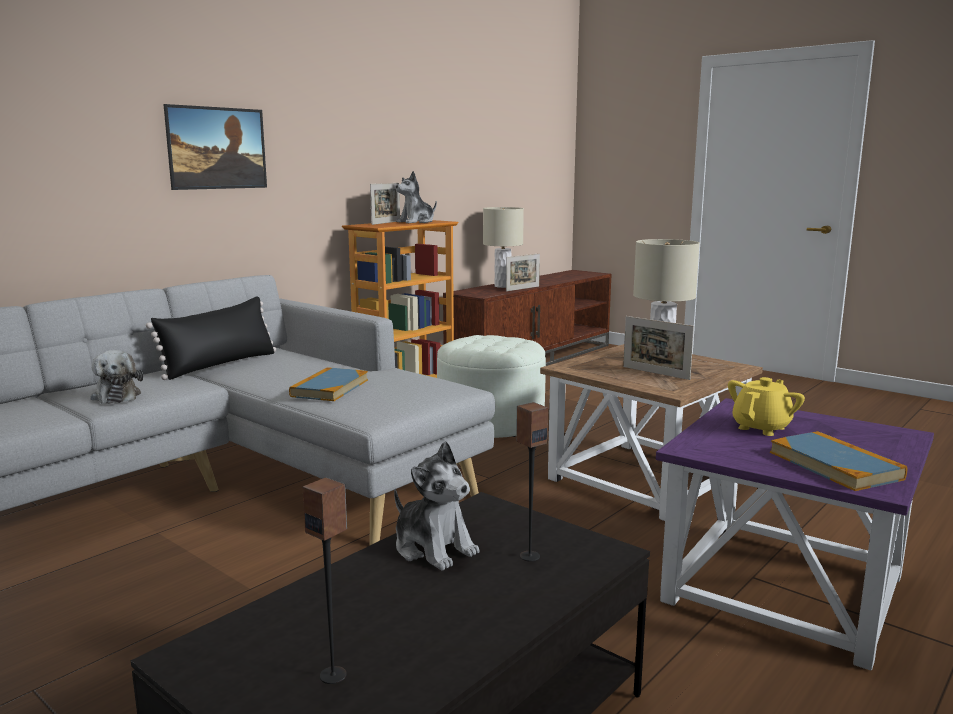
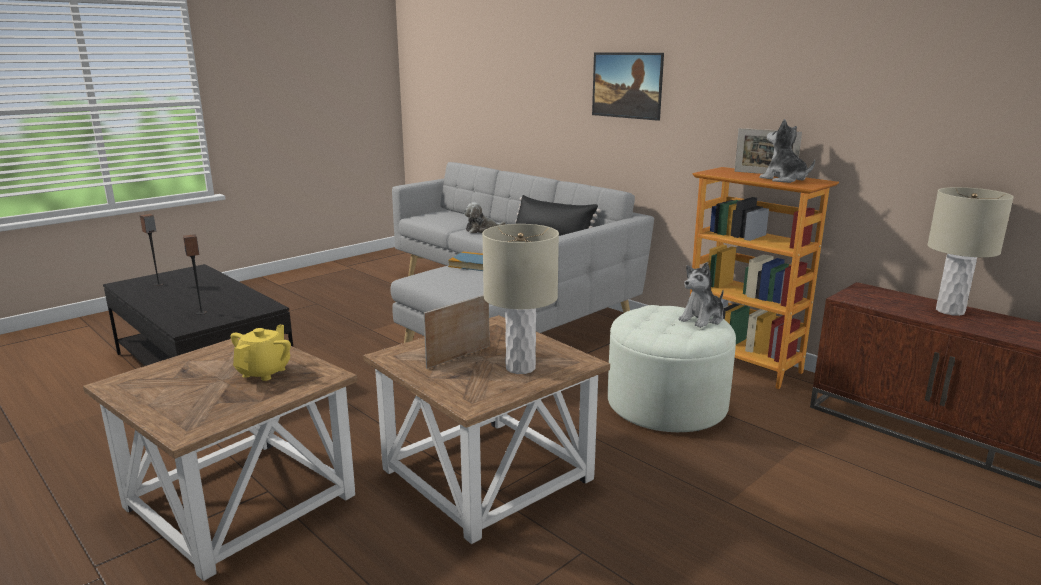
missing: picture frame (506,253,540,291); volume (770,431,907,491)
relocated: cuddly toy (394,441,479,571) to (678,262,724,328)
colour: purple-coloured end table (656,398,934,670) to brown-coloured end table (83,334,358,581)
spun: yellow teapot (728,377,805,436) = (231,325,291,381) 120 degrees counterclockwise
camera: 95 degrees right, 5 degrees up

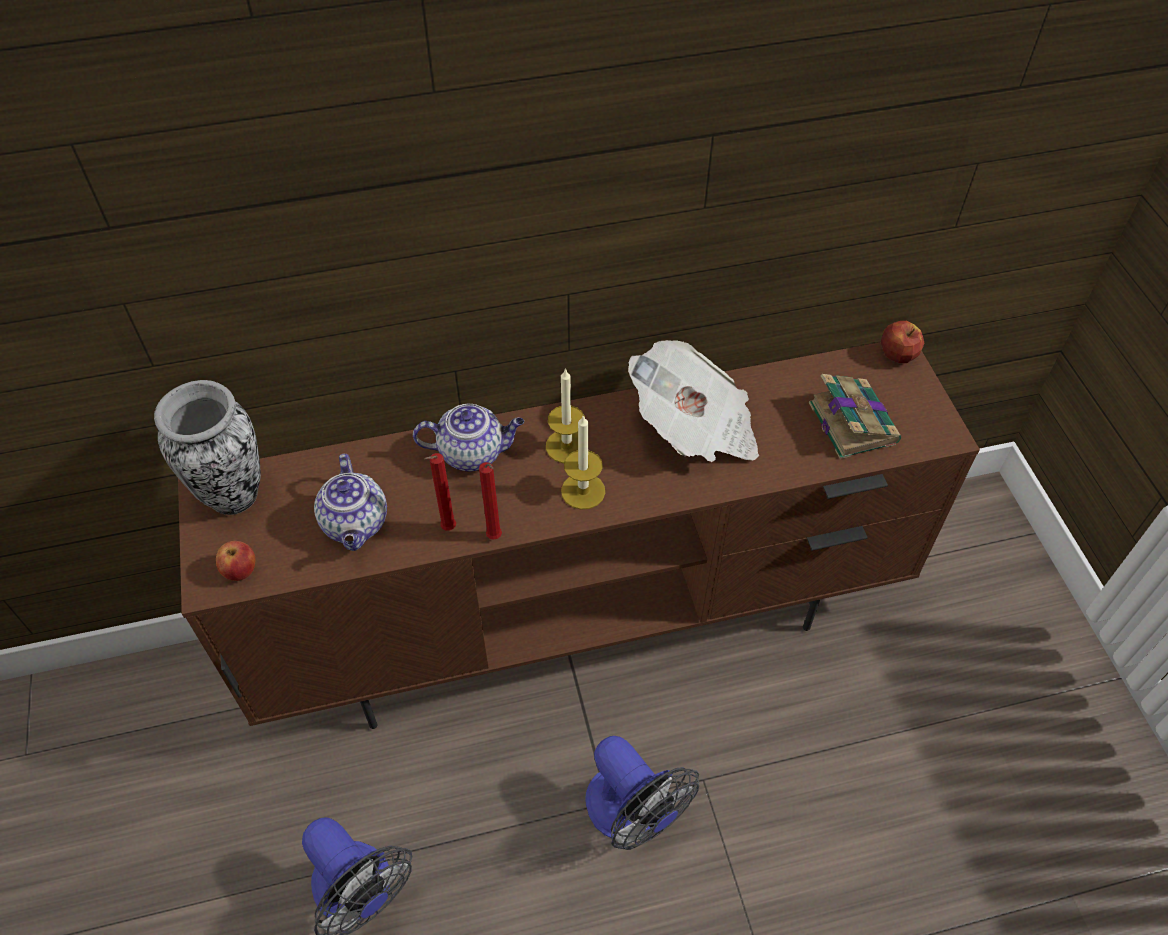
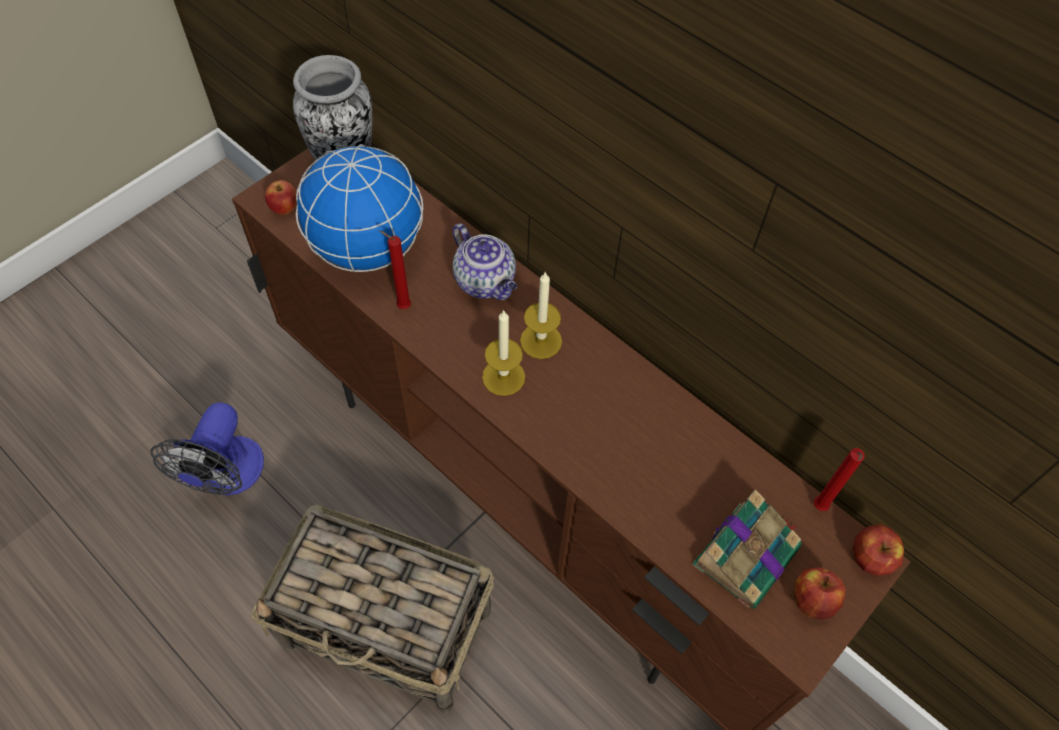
missing: daily paper (628,340,759,462)
appeared: apple fruit (794,567,846,620)
relocated: red candle (479,462,502,540) to (814,448,865,511)
exchanged: teapot (314,454,387,551) to globe (296,144,423,272); fan (585,736,699,850) to storage basket (252,504,494,713)
camera: 55 degrees right, 5 degrees up

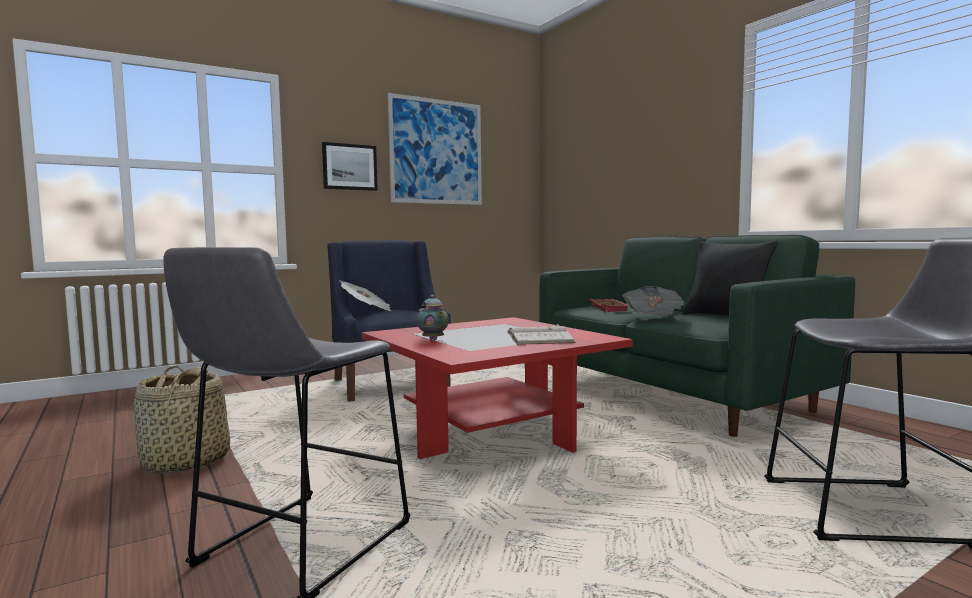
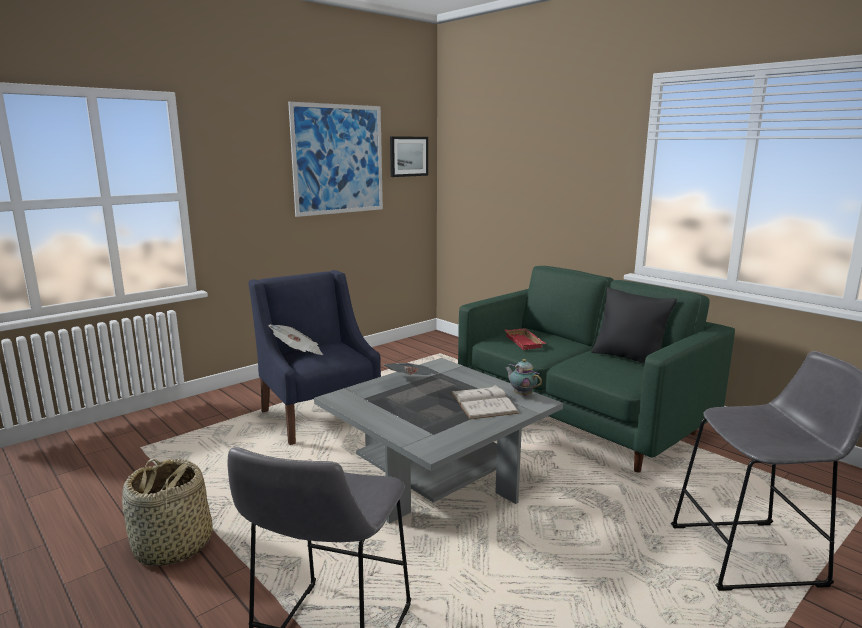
relocated: wall art (322,142,377,191) to (390,136,428,177); daily paper (622,286,685,315) to (382,363,438,375); teapot (417,295,449,341) to (505,359,542,396)
colour: red lounge table (362,317,633,459) to grey lounge table (314,358,563,524)
camera: 10 degrees left, 10 degrees up

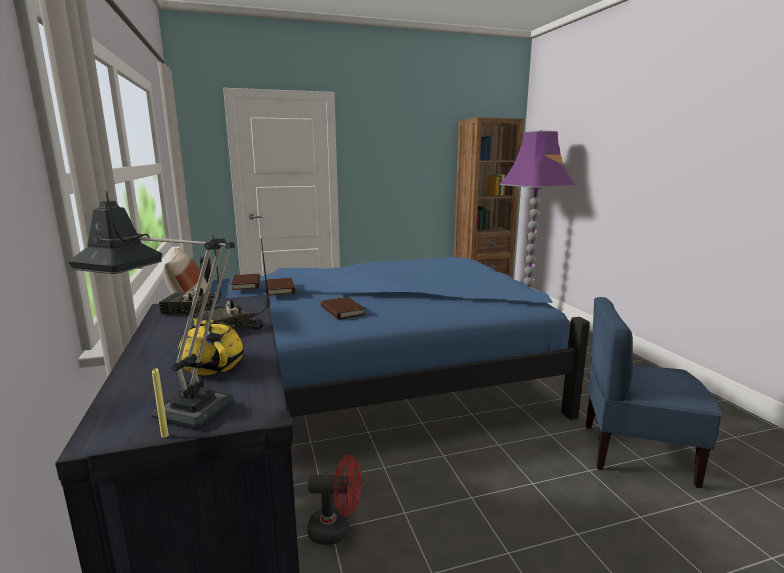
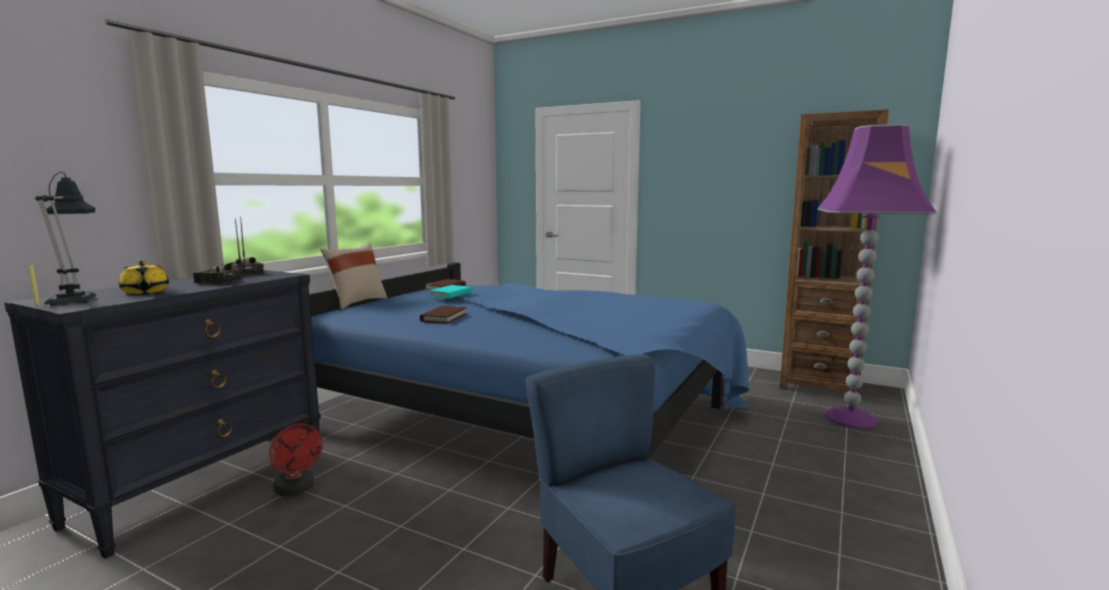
colour: brown-coloured volume (267,278,296,296) to turquoise volume (428,285,472,299)
spun: yellow teapot (177,316,244,375) = (119,260,169,294) 135 degrees clockwise
camera: 45 degrees right, 5 degrees down

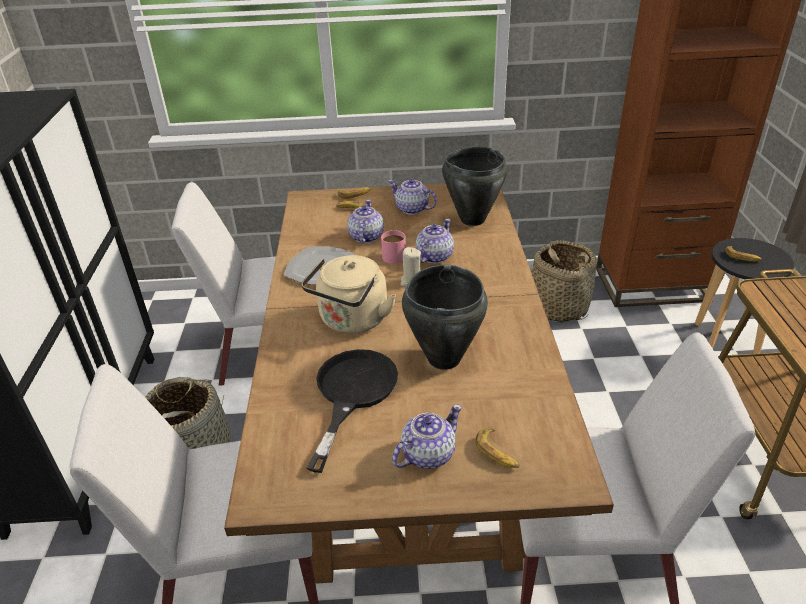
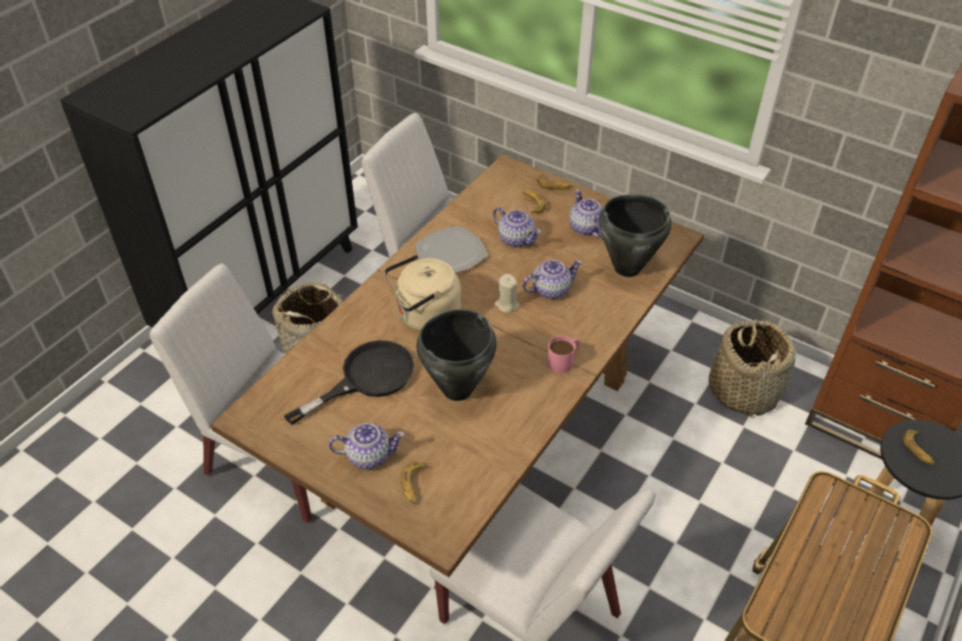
relocated: pink tea mug (381,230,406,264) to (547,336,580,373)
spun: teapot (347,200,384,244) = (493,207,541,247) 90 degrees clockwise
camera: 35 degrees right, 10 degrees up

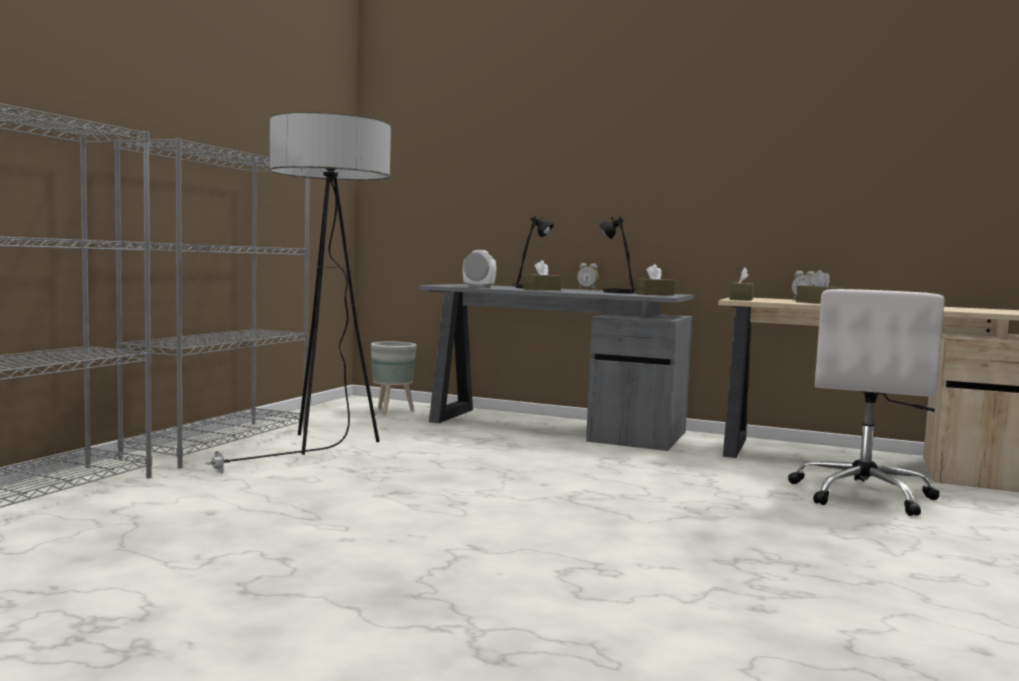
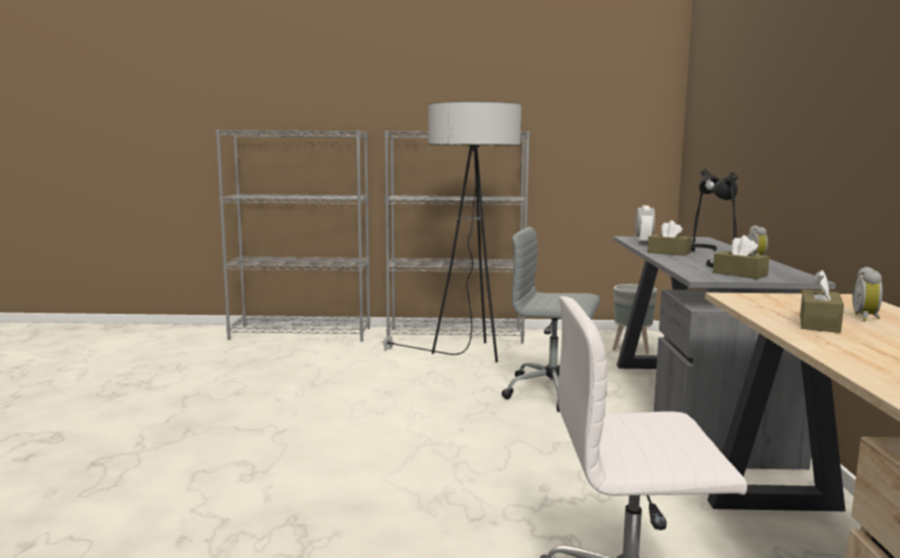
missing: brown-coloured tissue box (729,268,754,301)
appeared: grey desk chair (502,227,607,412)
camera: 70 degrees right, 5 degrees up

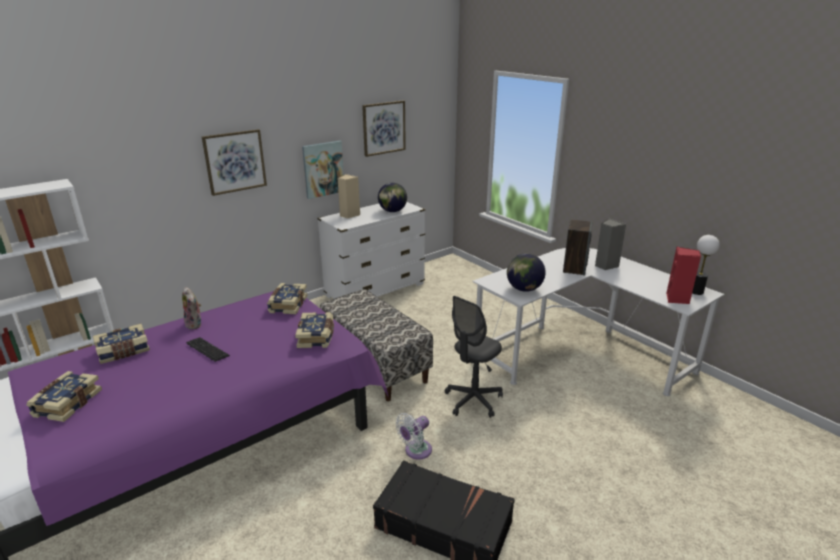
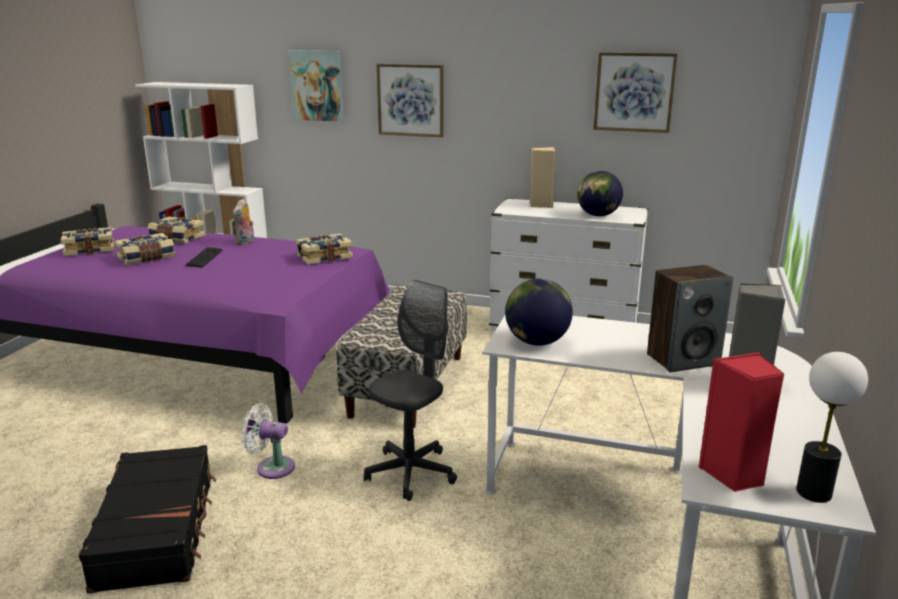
relocated: wall art (302,140,344,199) to (289,50,344,122); volume (295,312,334,348) to (115,233,175,265)
spun: grey desk chair (445,296,503,418) = (364,280,457,501) 120 degrees clockwise
camera: 55 degrees right, 5 degrees down

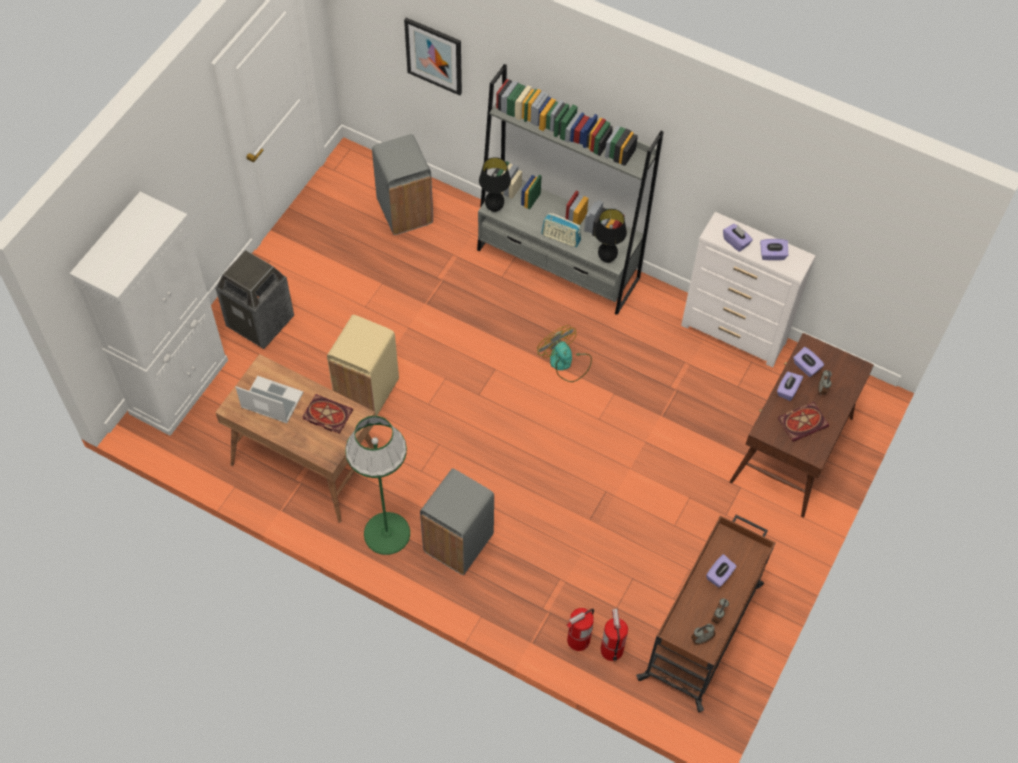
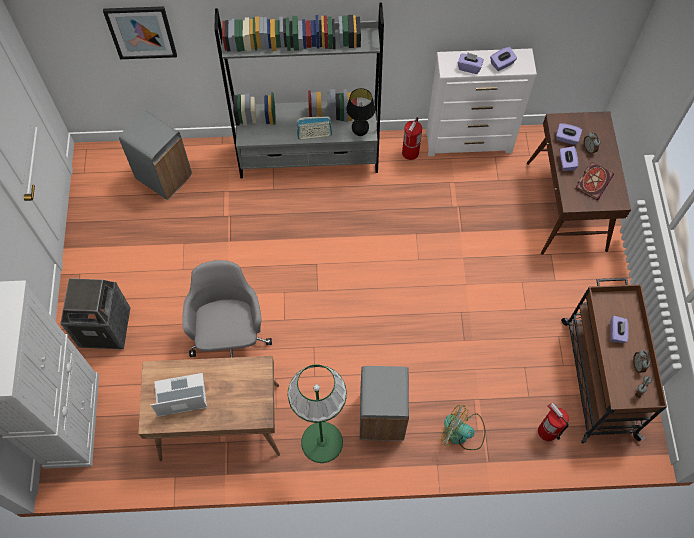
missing: blackish lamp for a table (479,157,511,212); volume (302,394,353,434)
relocated: fan (537,325,592,382) to (441,405,485,450); extinguisher (567,608,594,651) to (402,117,422,160)
exchanged: beige rubbish bin (327,315,399,416) to grey desk chair (182,260,272,358)
camera: 30 degrees left, 5 degrees up

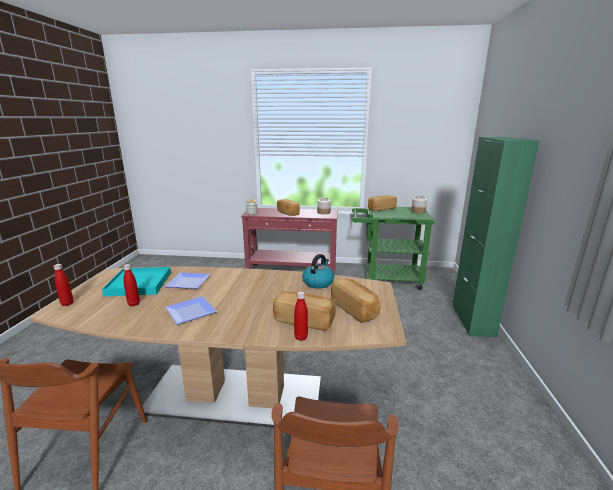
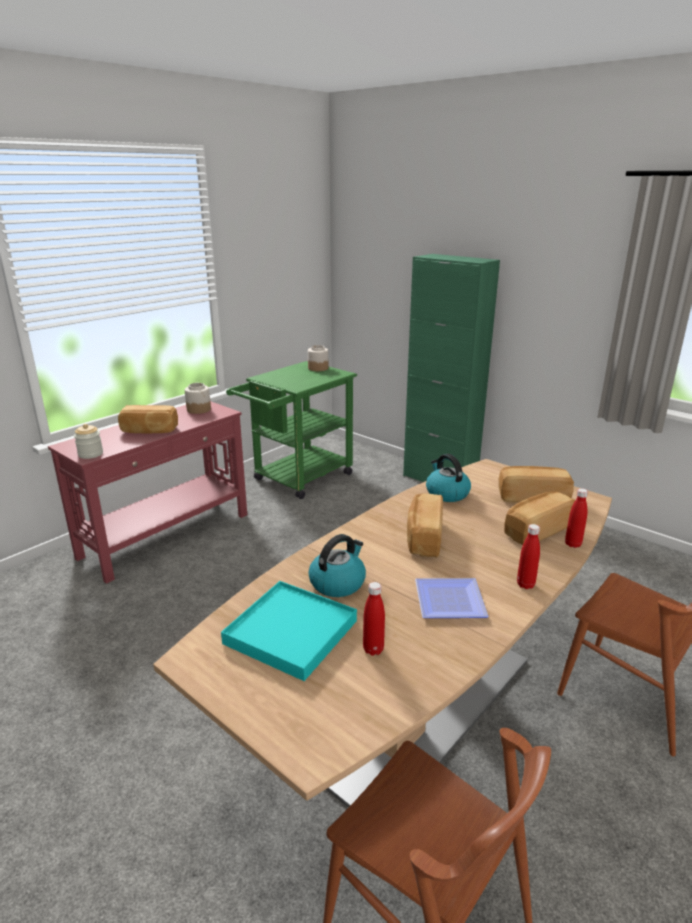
relocated: bread (368,195,397,211) to (407,493,443,558); red beverage bottle (53,264,73,306) to (517,524,540,589)
exchanged: flat dish (165,272,210,289) to kettle (308,534,366,597)
camera: 55 degrees left, 5 degrees up

